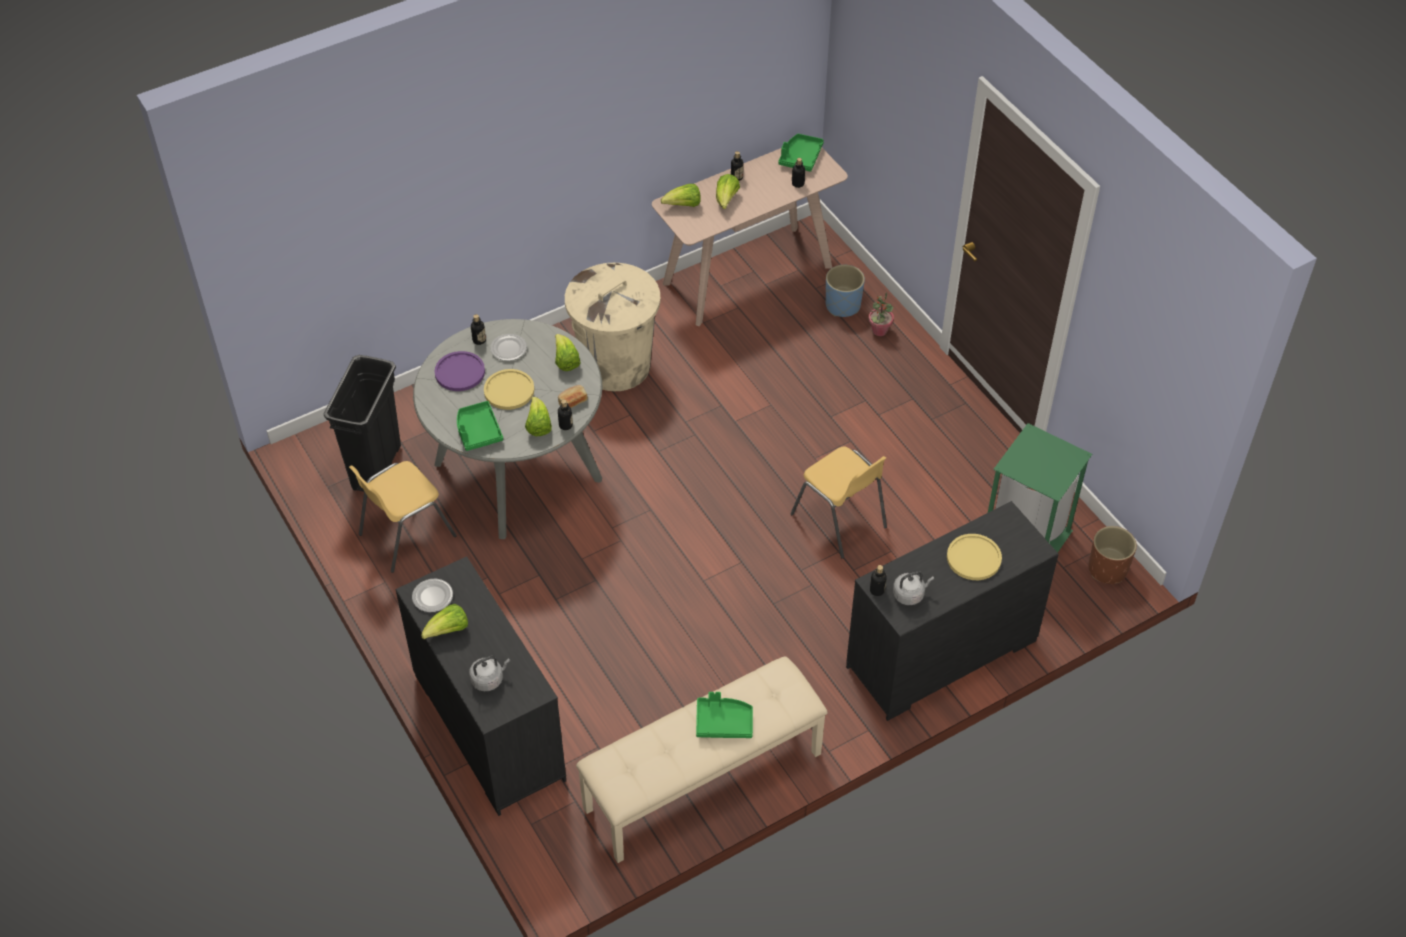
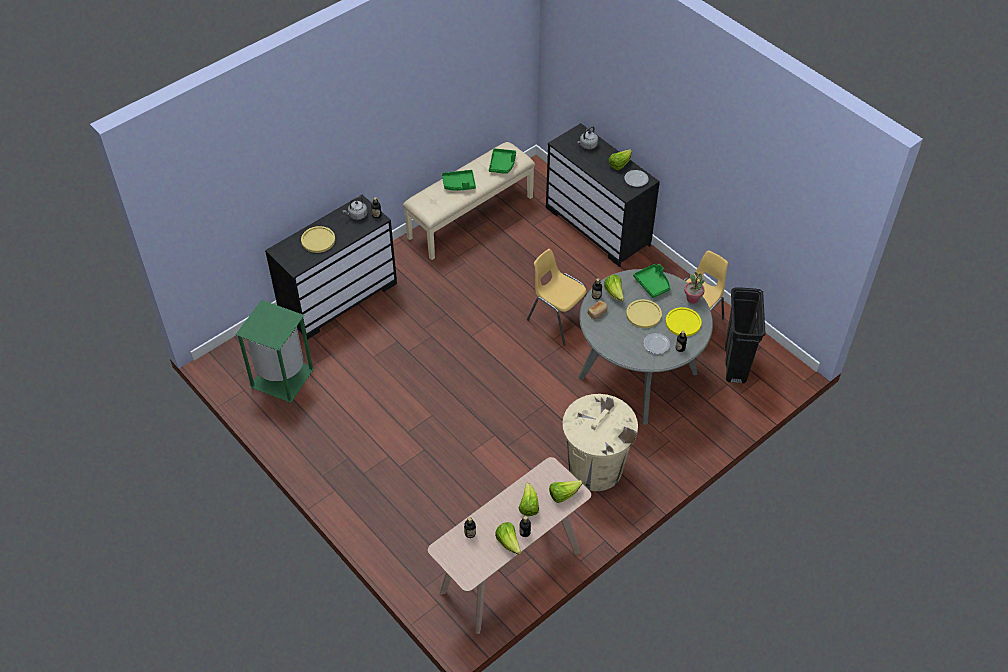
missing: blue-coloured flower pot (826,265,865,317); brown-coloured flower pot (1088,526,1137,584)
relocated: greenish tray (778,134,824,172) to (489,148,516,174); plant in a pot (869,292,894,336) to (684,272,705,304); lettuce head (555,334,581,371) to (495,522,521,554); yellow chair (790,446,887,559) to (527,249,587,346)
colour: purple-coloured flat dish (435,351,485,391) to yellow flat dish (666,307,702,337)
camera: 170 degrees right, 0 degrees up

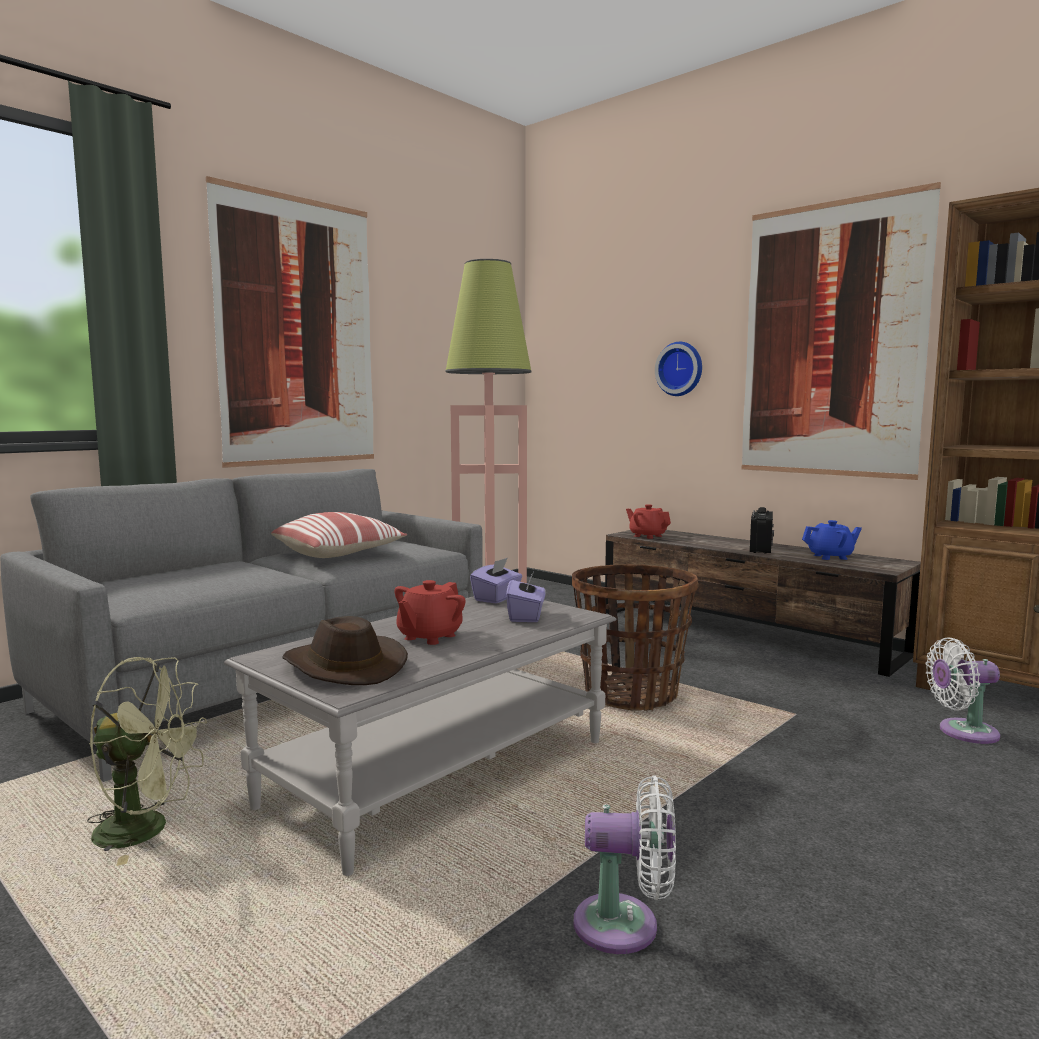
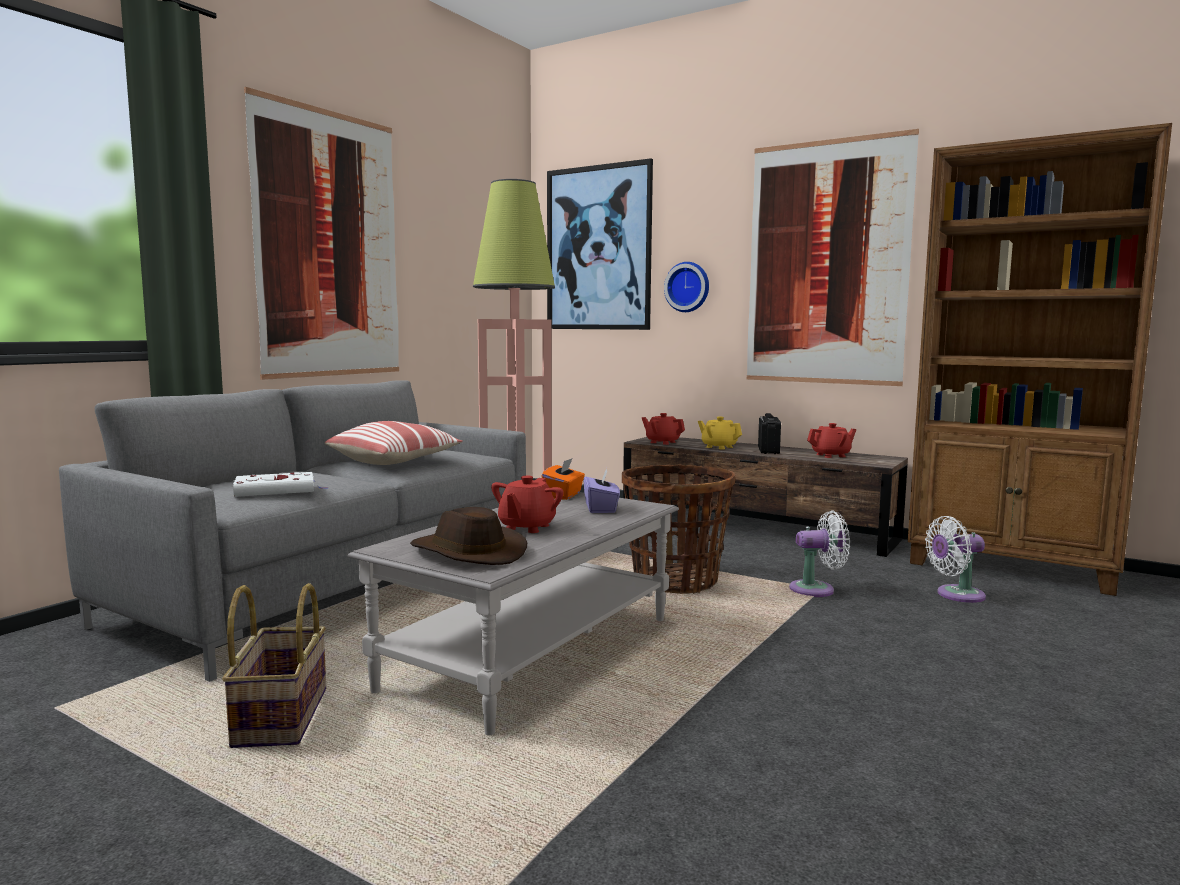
appeared: wall art (547,158,653,330); yellow teapot (698,416,742,450); white-coloured volume (232,472,329,497)
relocated: white-coloured fan (574,775,676,954) to (789,510,850,597)
exchanged: greenish fan (87,657,207,866) to storage basket (222,583,326,748)
colour: blue-coloured teapot (802,520,862,560) to red teapot (807,423,856,458); purple-coloured tissue box (470,558,522,603) to orangey tissue box (541,458,585,500)
camera: 10 degrees left, 0 degrees up

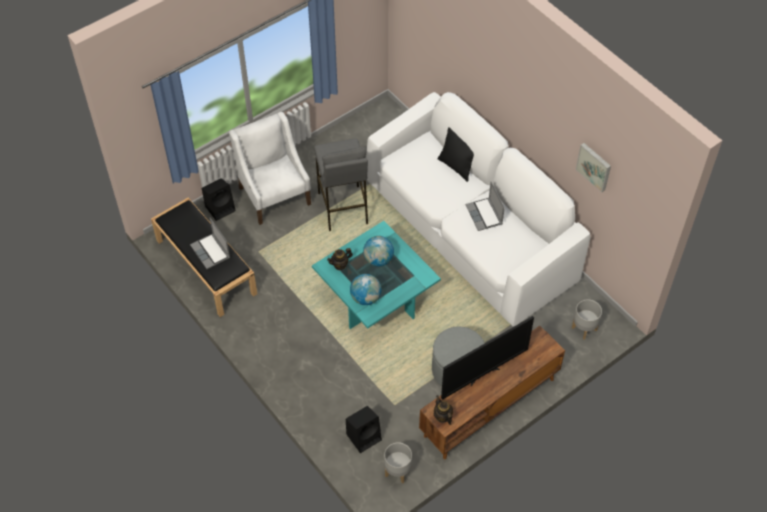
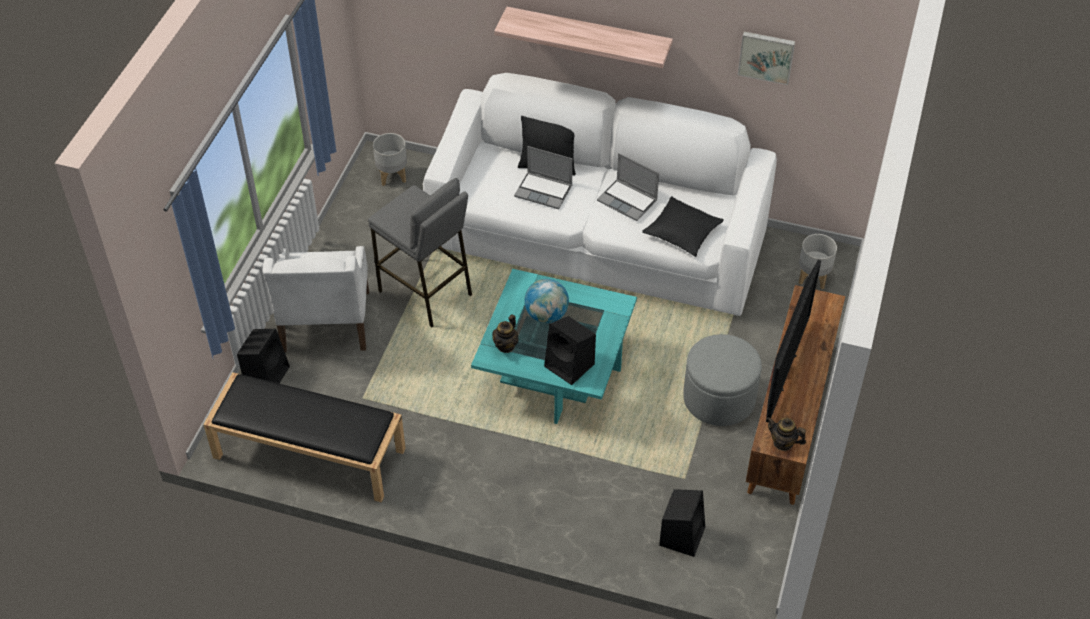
appeared: bracket shelf (494,7,673,68); blackish pillow (642,196,724,257)
relocated: notebook computer (190,218,230,269) to (514,146,573,209); grey flower pot (384,442,412,483) to (373,133,407,186)
exchanged: globe (350,274,381,305) to blackish speaker (544,316,596,385)
spun: white-coloured armchair (229,112,311,225) = (262,246,369,353) 120 degrees counterclockwise
camera: 35 degrees left, 5 degrees down

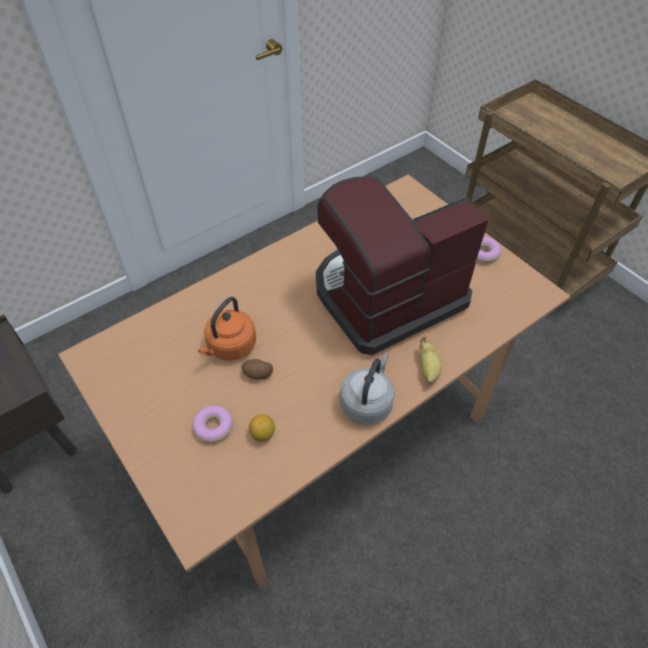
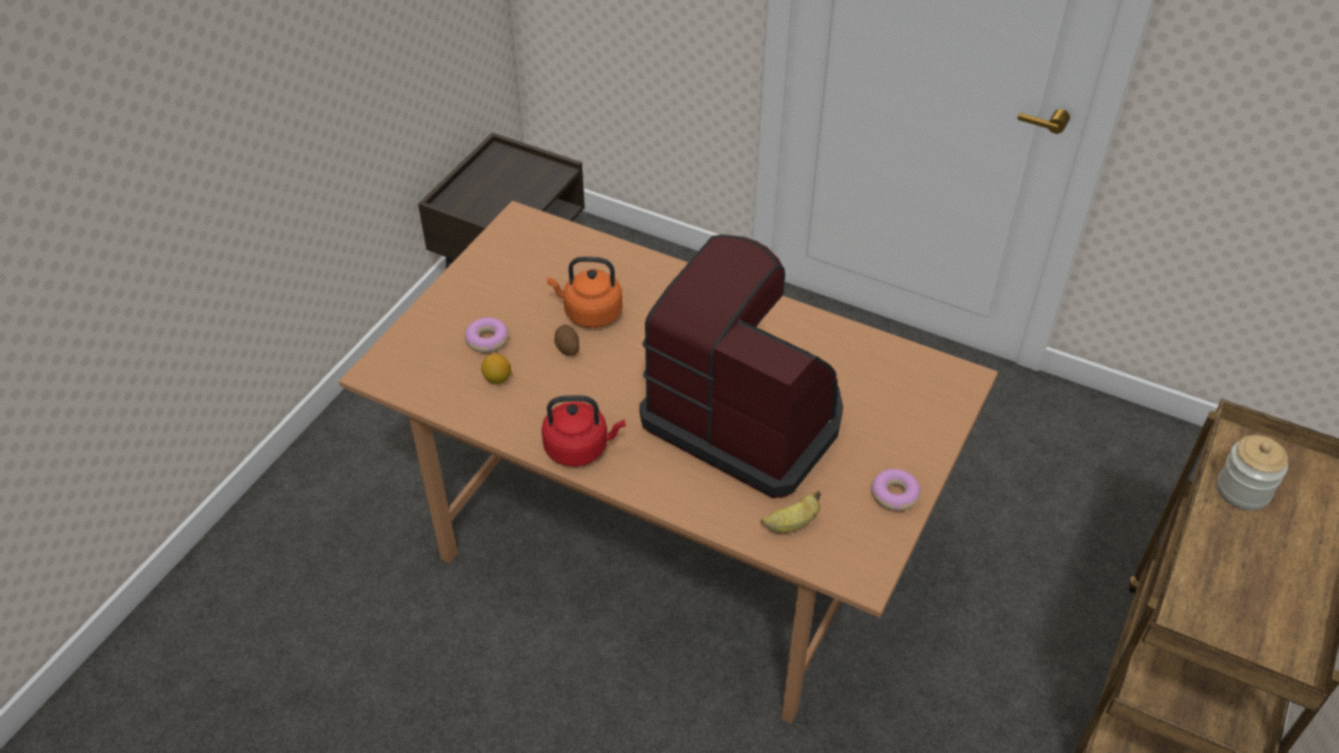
appeared: preserve jar (1216,435,1288,511)
relocated: banana (419,337,441,384) to (761,491,821,533)
colour: grey kettle (340,354,395,425) to red kettle (541,395,626,467)
camera: 65 degrees right, 5 degrees down

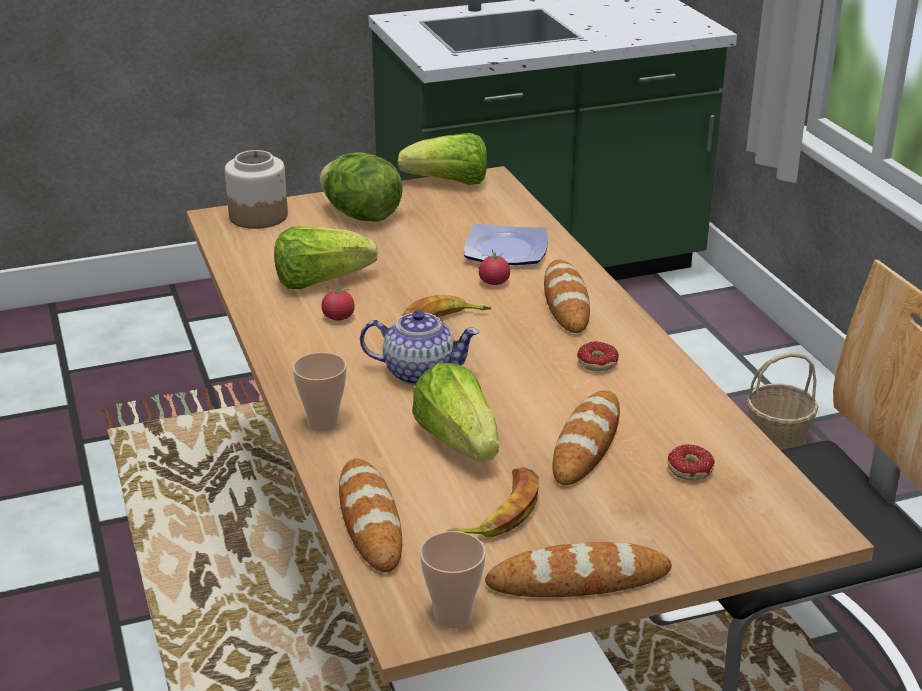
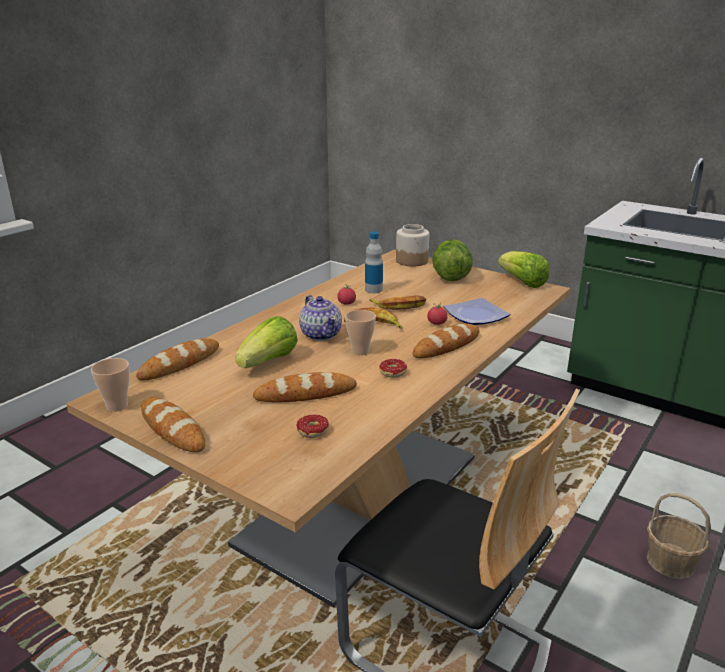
relocated: drinking cup (293,352,347,432) to (345,310,376,355); banana (447,468,539,537) to (369,295,426,310)
exchanged: lettuce head (274,226,377,289) to beverage bottle (365,231,383,293)
camera: 55 degrees right, 5 degrees down

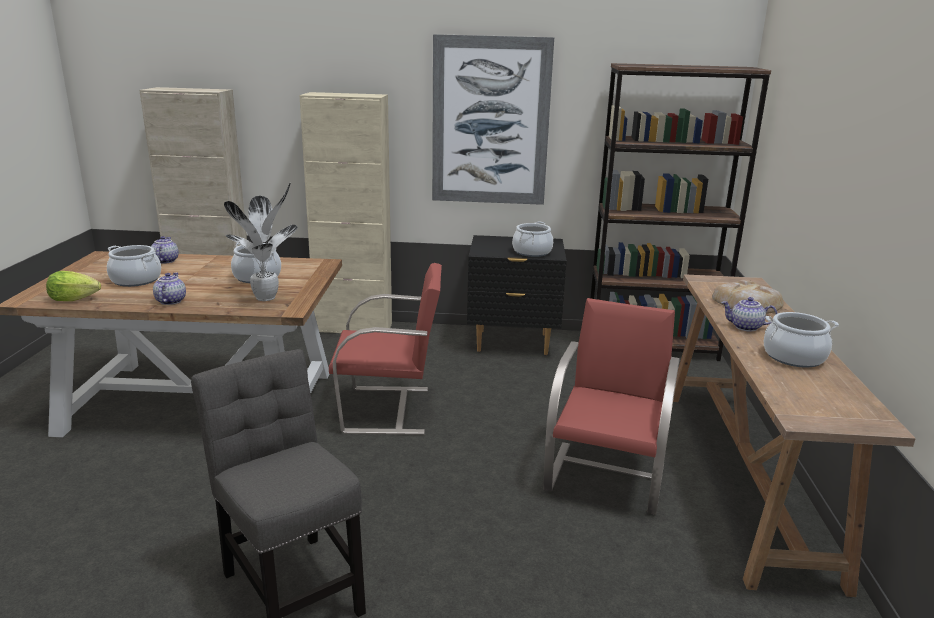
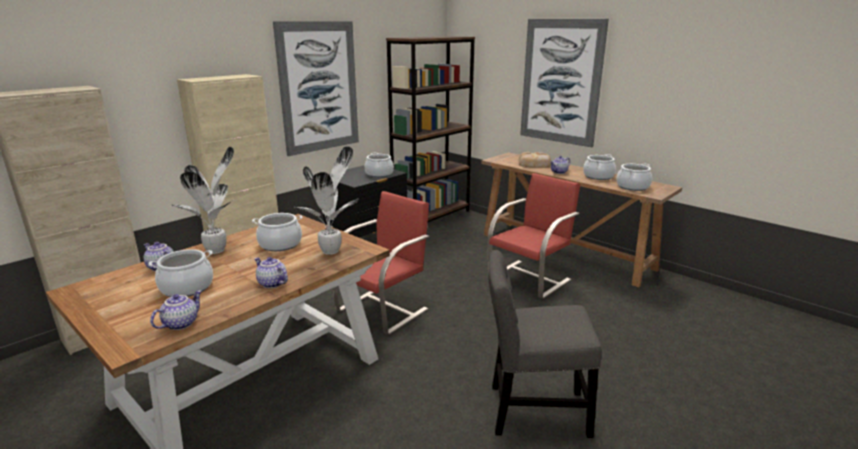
appeared: wall art (520,19,609,147); plant in a pot (171,147,234,254); stockpot (617,163,652,191)
exchanged: lettuce head (46,271,101,301) to teapot (150,290,202,330)
spun: red chair (543,298,680,515) = (488,173,580,299) 75 degrees clockwise
camera: 50 degrees left, 0 degrees up

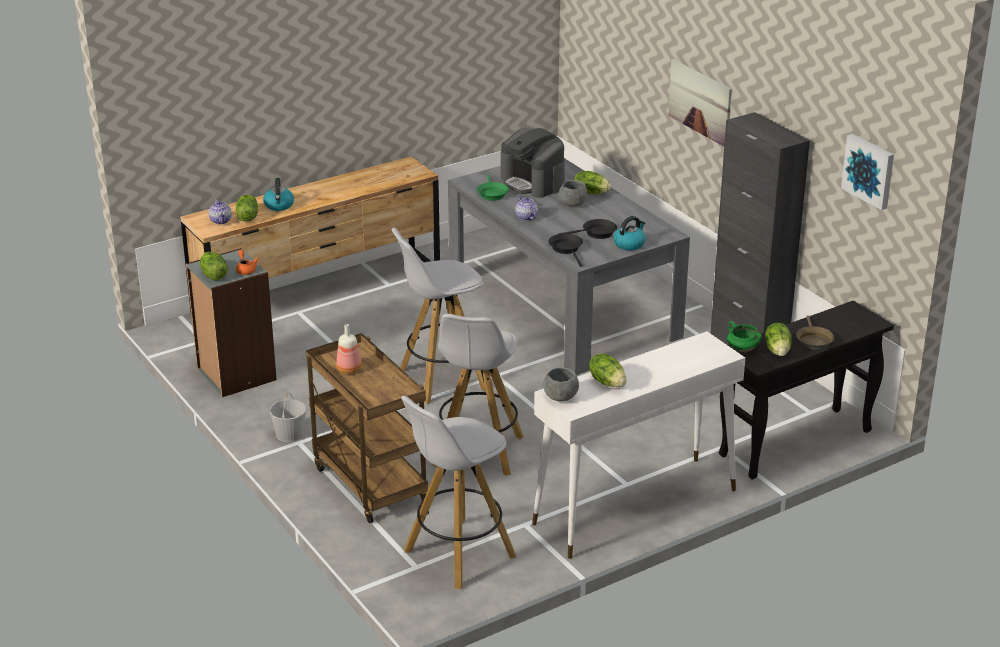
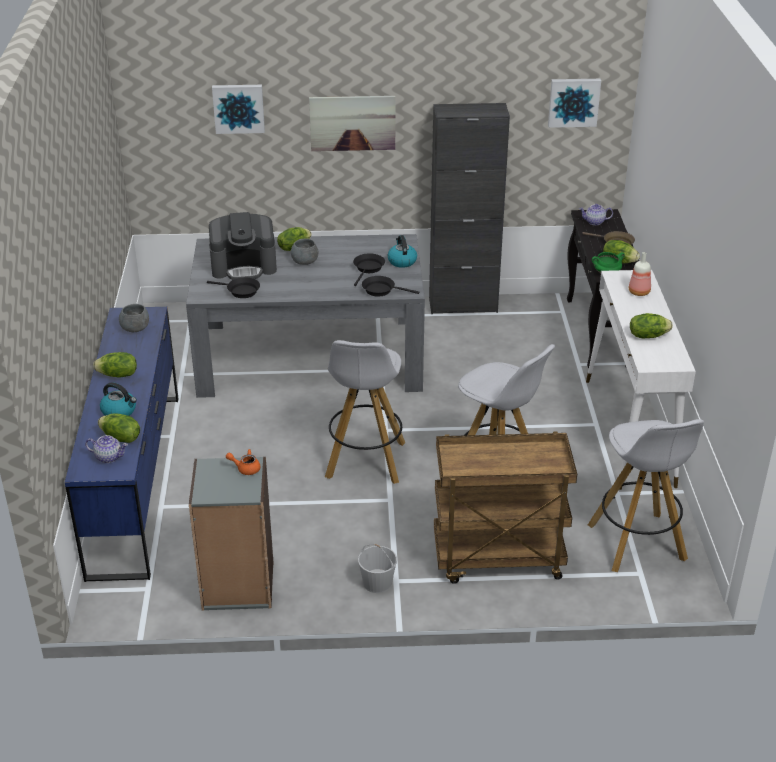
appeared: wall art (212,85,265,134)
relocated: teapot (515,195,538,221) to (579,204,613,225); lettuce head (200,252,228,281) to (93,352,137,378); beverage bottle (336,324,361,374) to (629,252,651,296); grey serving bowl (543,368,579,402) to (119,304,149,332)
colour: brown-coloured chest of drawers (180,156,440,311) to blue-coloured chest of drawers (65,307,179,582); greenish frying pan (477,175,509,201) to blackish frying pan (207,278,260,298)
camera: 60 degrees left, 5 degrees up

